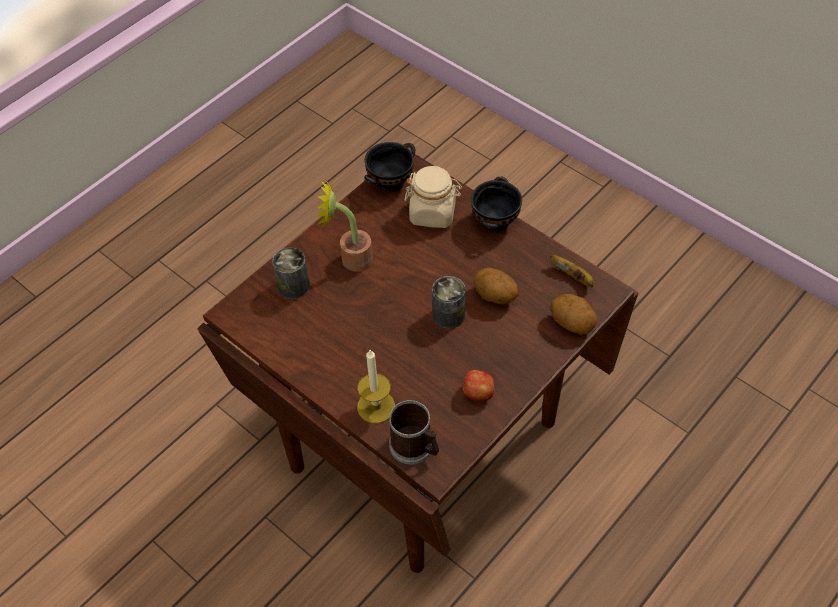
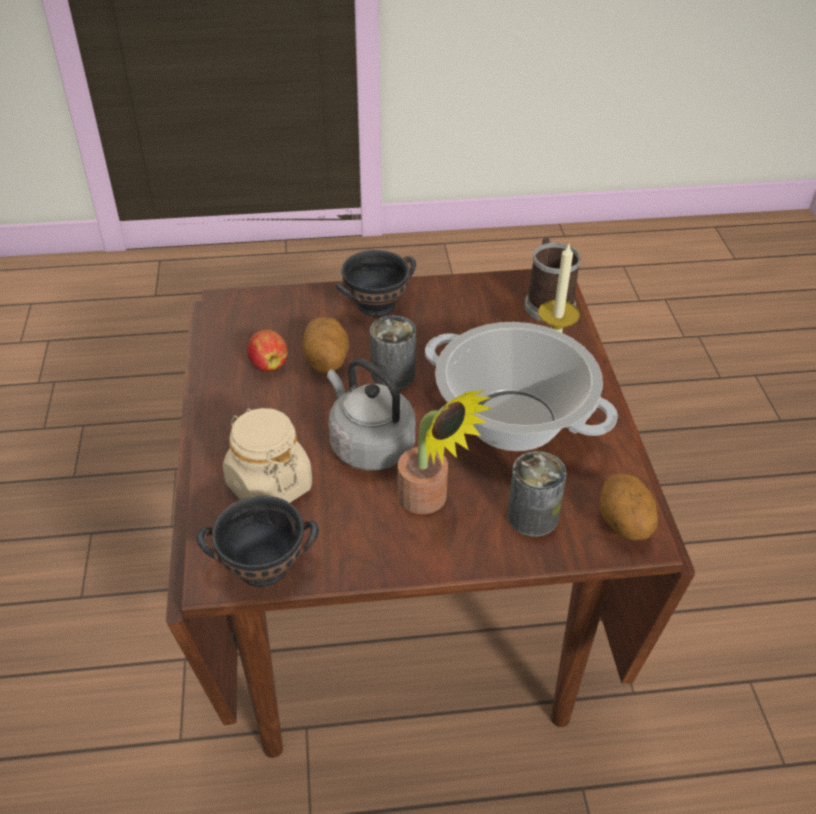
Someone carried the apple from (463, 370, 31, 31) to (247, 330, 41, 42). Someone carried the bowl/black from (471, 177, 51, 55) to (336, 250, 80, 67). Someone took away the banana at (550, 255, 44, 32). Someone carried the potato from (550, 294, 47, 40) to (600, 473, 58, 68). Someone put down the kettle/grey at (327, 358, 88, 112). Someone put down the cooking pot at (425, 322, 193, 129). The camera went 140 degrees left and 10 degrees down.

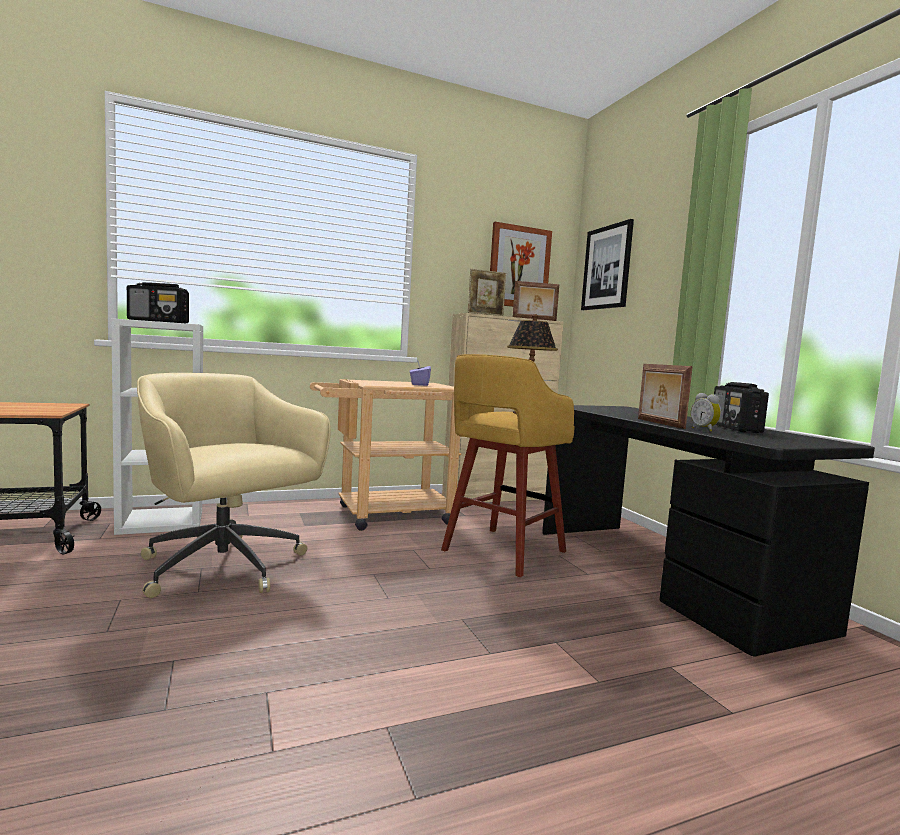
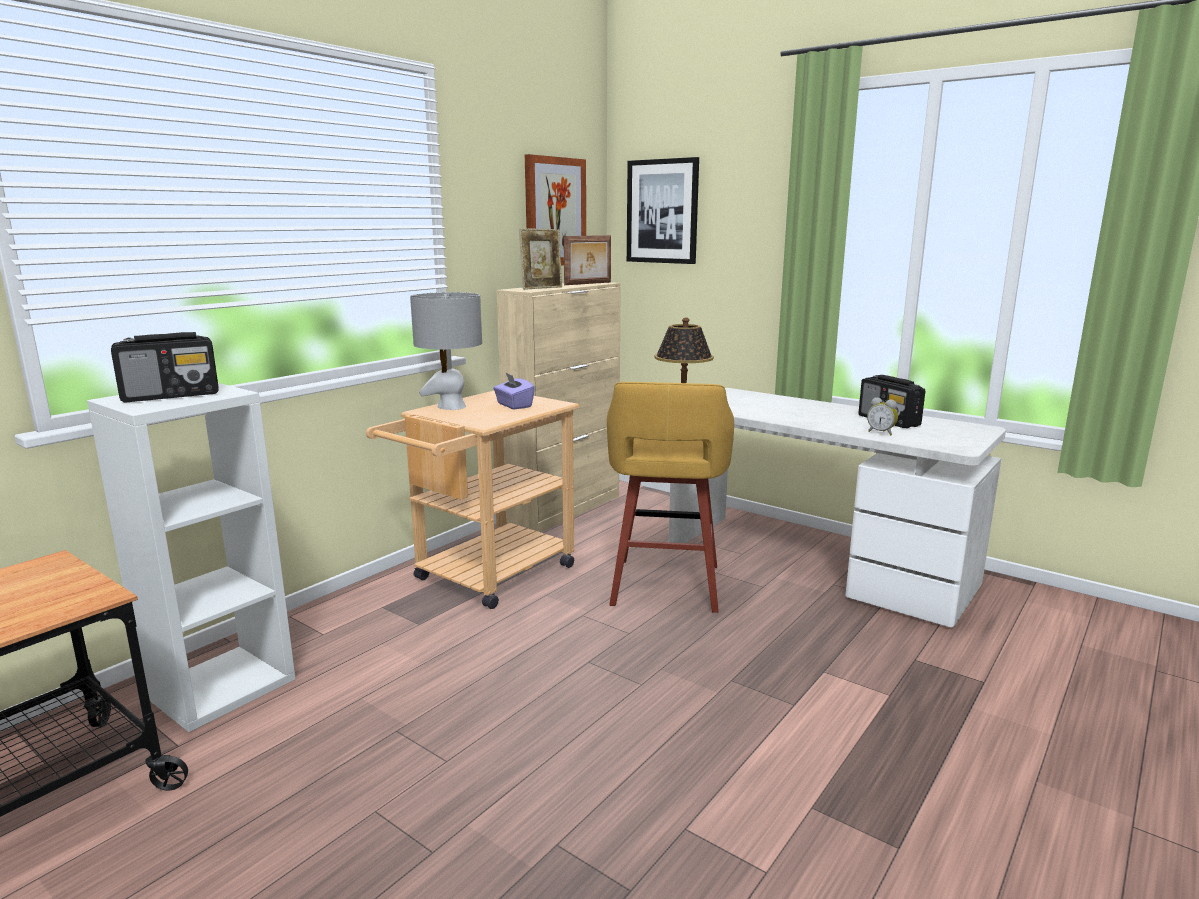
Someone took away the office chair/beige at (137, 373, 194, 225). Someone repainted the desk/black at (542, 405, 333, 251), which became the desk/white at (669, 388, 337, 239). Someone took away the picture frame at (638, 364, 55, 65). Someone put down the table lamp/grey at (410, 292, 72, 118). The camera went 30 degrees left and 10 degrees up.

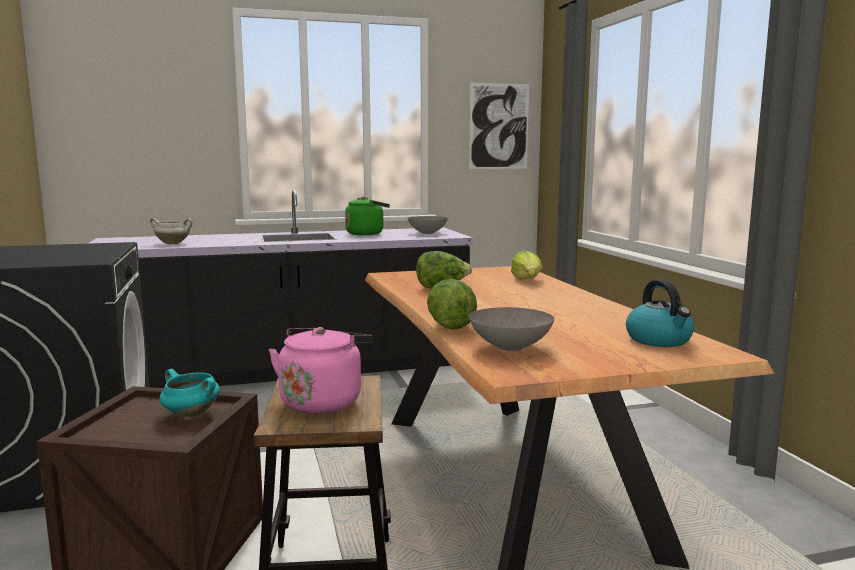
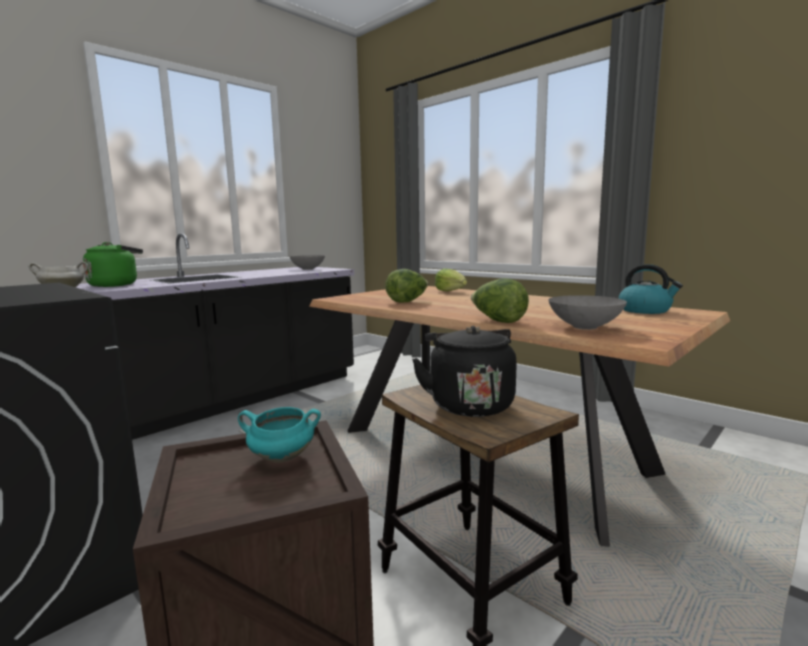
Someone repainted the kettle/pink at (269, 327, 103, 87), which became the kettle/black at (412, 326, 105, 91). Someone carried the kettle/green from (345, 197, 45, 38) to (83, 242, 60, 45). Someone took away the picture at (469, 83, 60, 86). The camera went 30 degrees left and 0 degrees up.

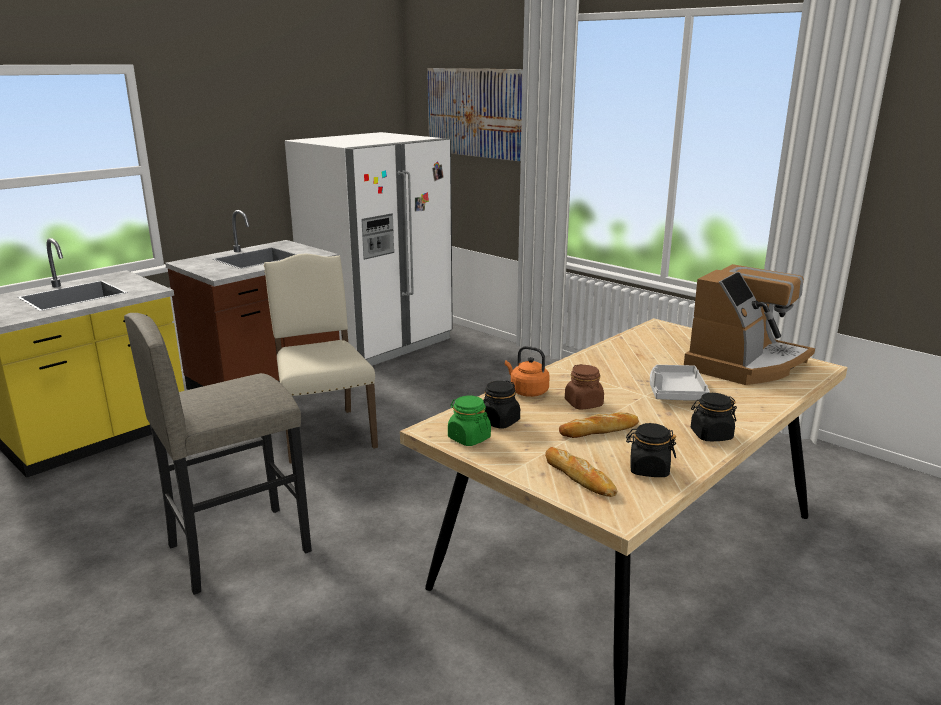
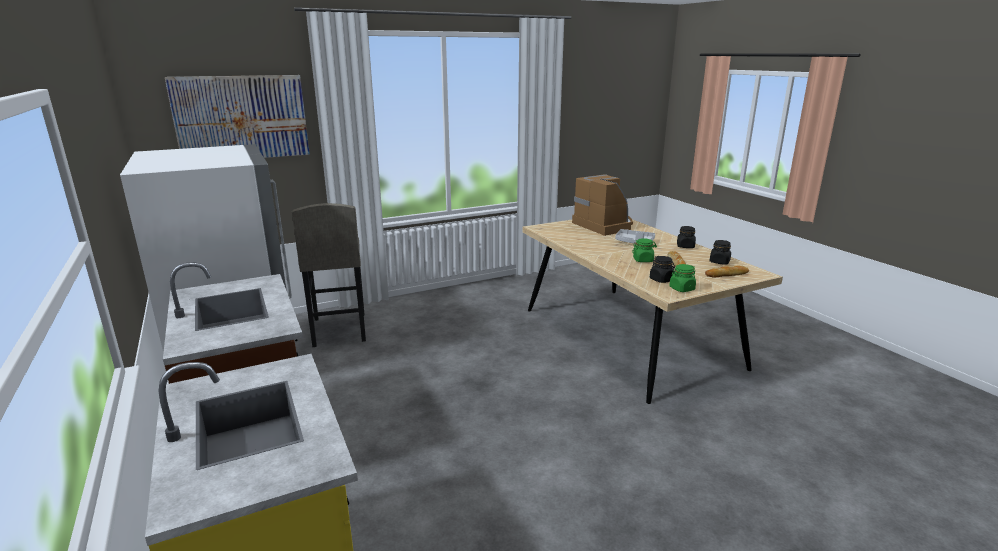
Someone carried the stool/grey from (124, 313, 188, 282) to (292, 203, 74, 144). Someone took away the chair/beige at (264, 253, 114, 211). Someone took away the kettle/orange at (505, 346, 45, 51). Someone repainted the jar/brown at (565, 364, 39, 46), which became the jar/green at (632, 238, 25, 24). The camera went 70 degrees left and 0 degrees up.

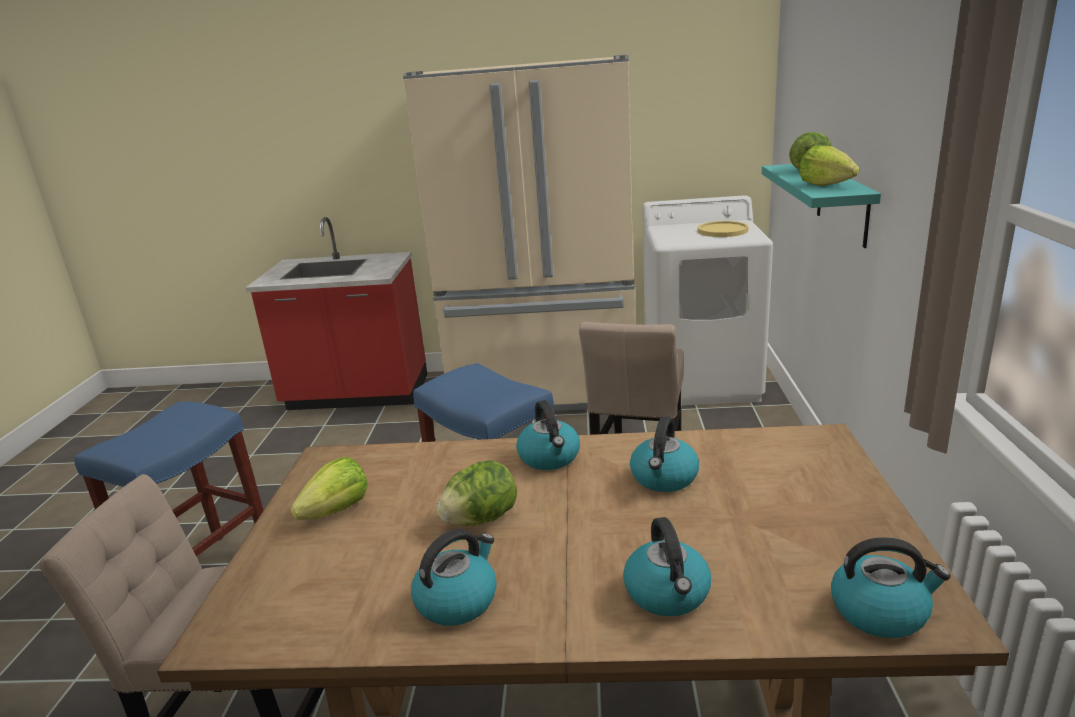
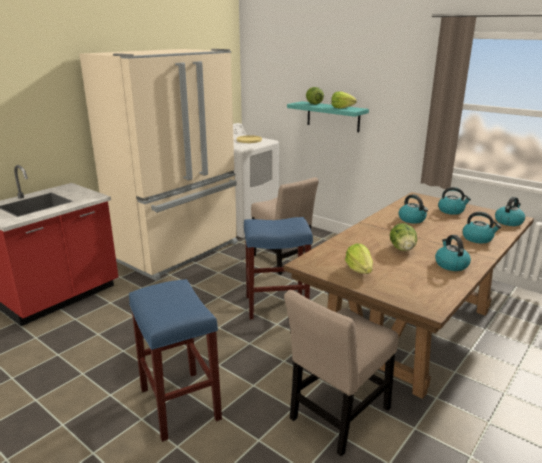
Someone carried the kettle from (516, 400, 64, 70) to (438, 187, 33, 28). The camera went 55 degrees left and 0 degrees up.

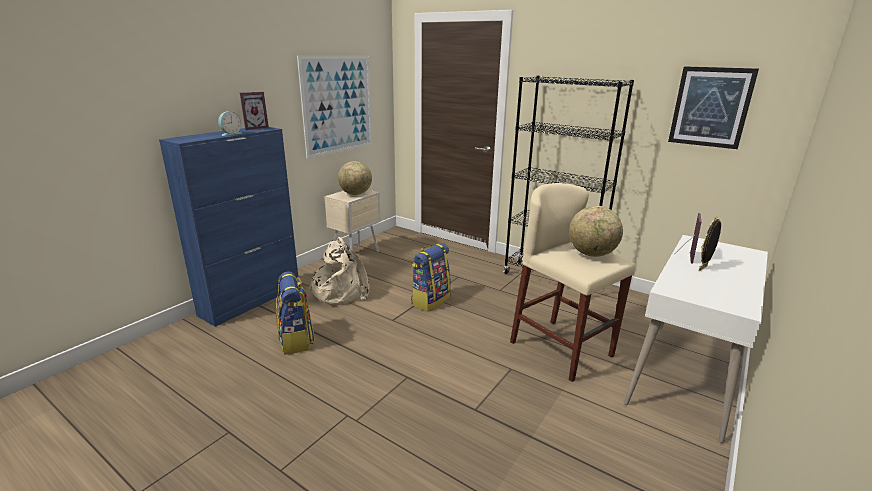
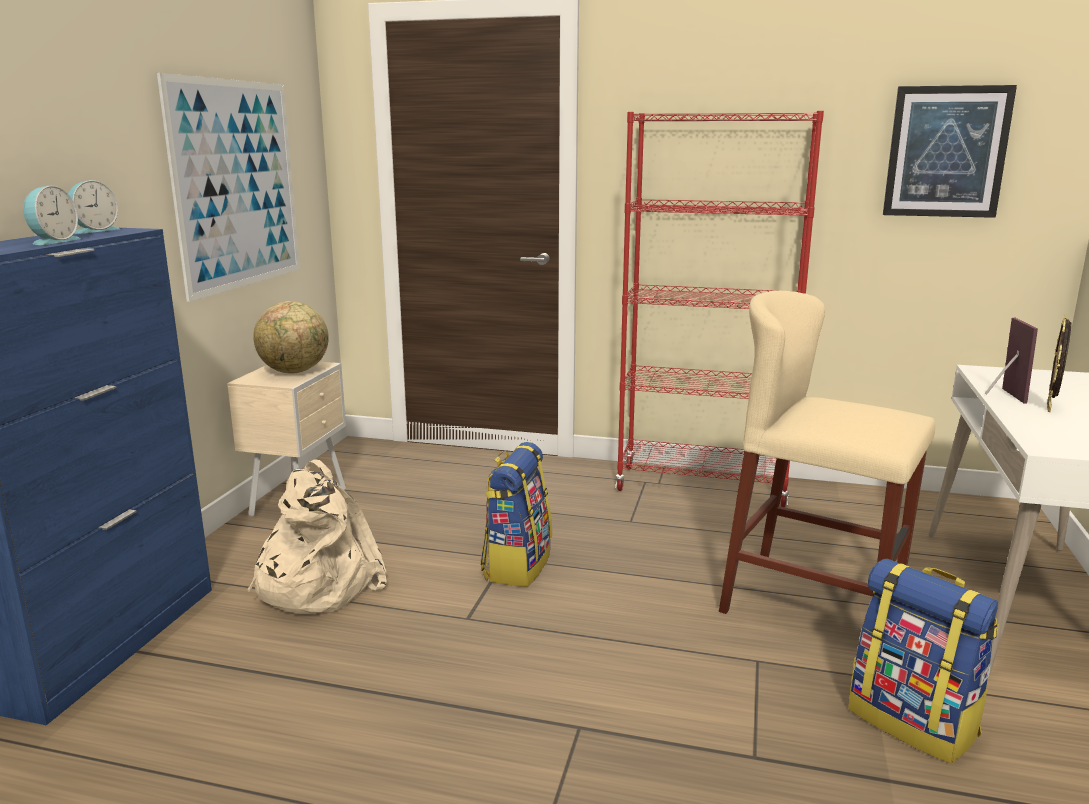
Someone swapped the picture frame at (240, 92, 29, 38) for the alarm clock at (68, 180, 52, 54). Someone carried the backpack from (276, 272, 39, 83) to (849, 559, 150, 204). Someone repainted the bookcase/black at (504, 76, 130, 198), which became the bookcase/red at (615, 111, 209, 396). Someone took away the globe at (569, 206, 54, 51). The camera went 20 degrees left and 5 degrees down.

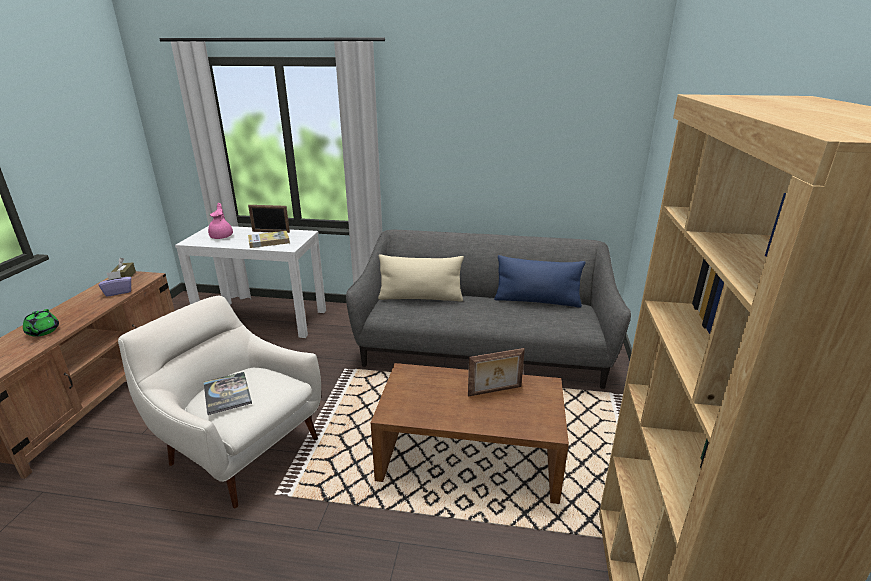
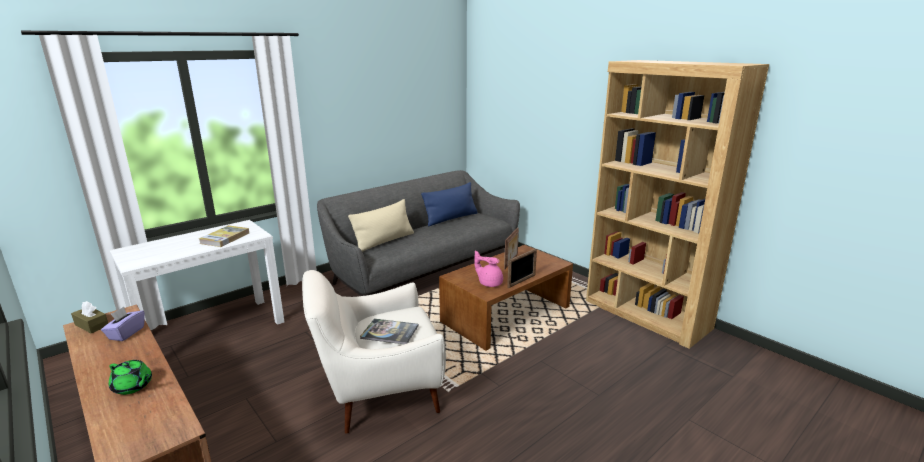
Someone carried the teapot/pink from (208, 203, 25, 36) to (474, 250, 29, 37). Someone carried the picture frame from (248, 205, 42, 28) to (507, 248, 30, 40). The camera went 50 degrees left and 5 degrees down.

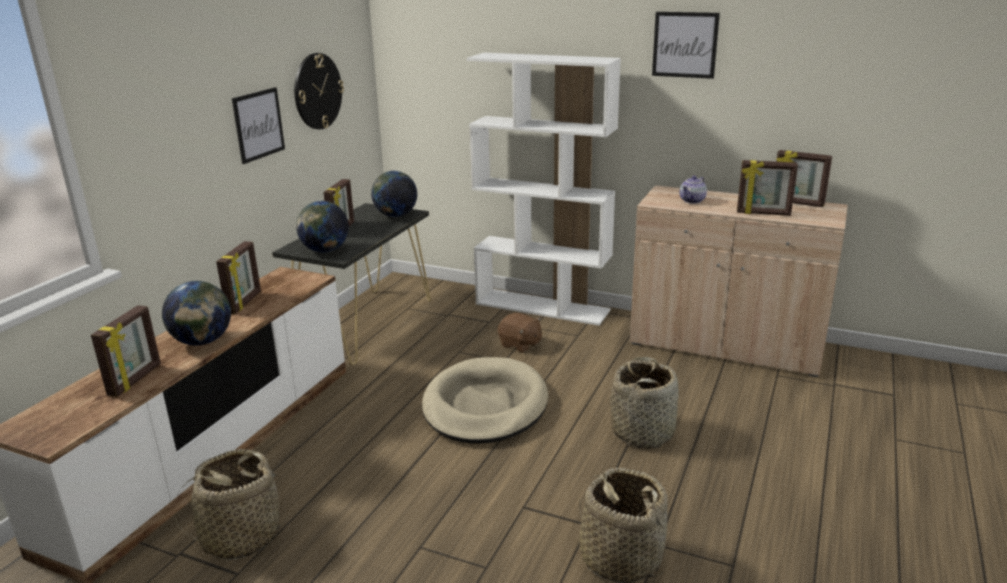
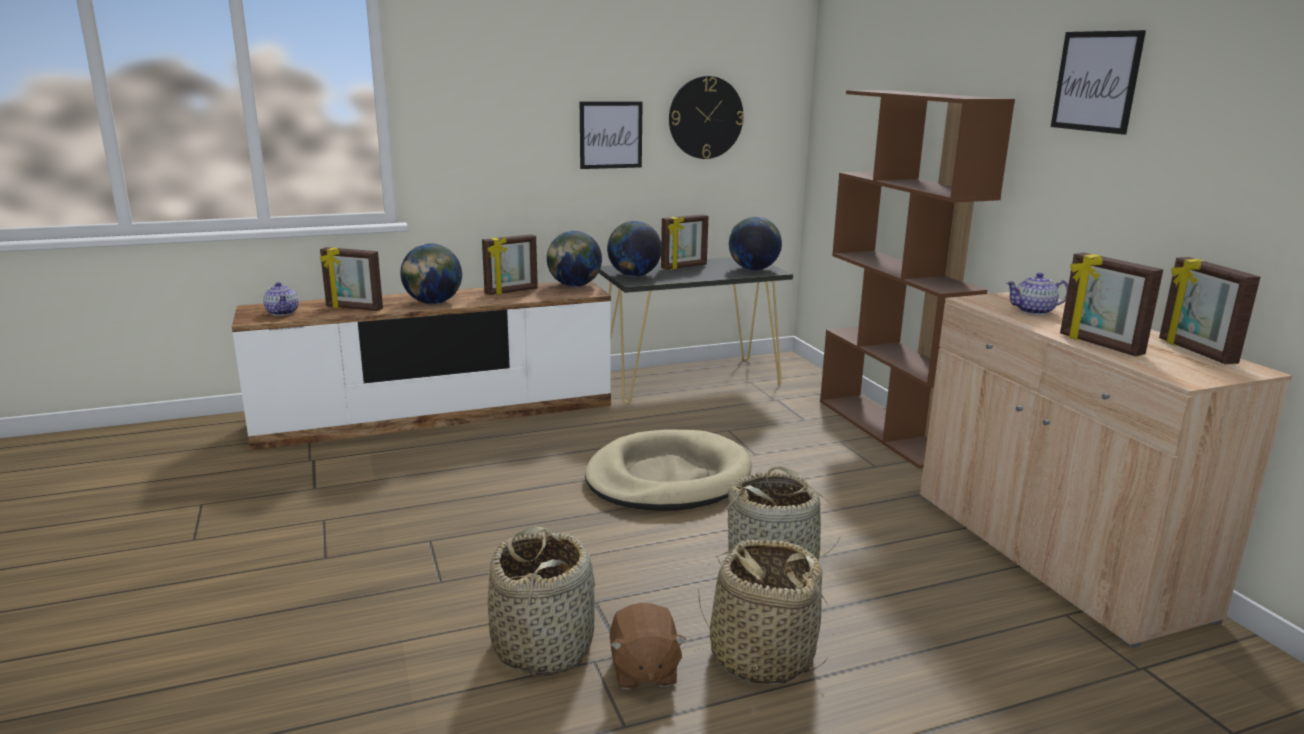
Someone rotated the picture frame at (91, 305, 70, 92) by 45 degrees clockwise. Someone carried the basket from (175, 449, 115, 111) to (698, 540, 130, 144). Someone repainted the bookcase/white at (467, 53, 154, 273), which became the bookcase/brown at (820, 90, 195, 379). Someone carried the plush toy/brown from (498, 313, 44, 40) to (610, 603, 76, 87). Someone put down the teapot at (263, 282, 35, 34). Someone put down the globe at (547, 231, 55, 56). The camera went 45 degrees right and 5 degrees down.

